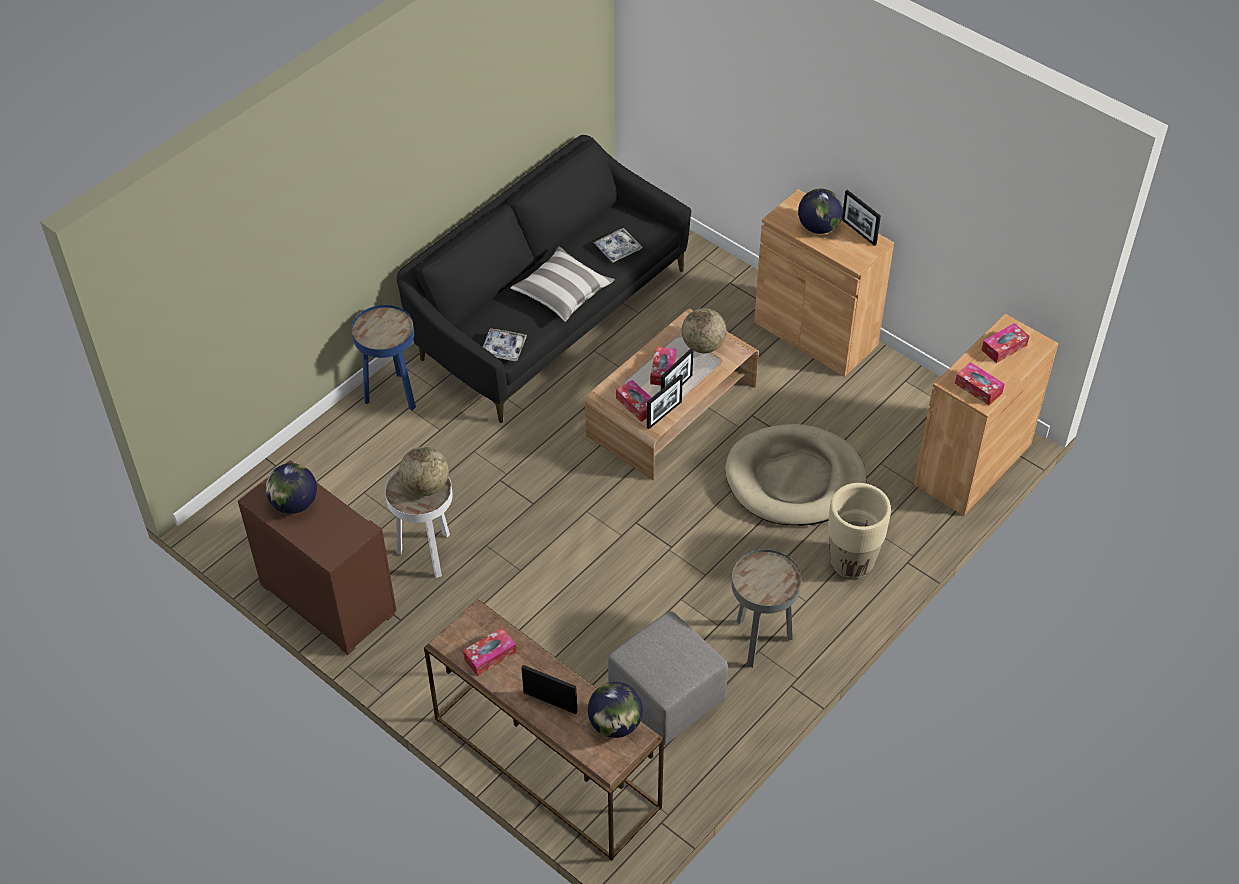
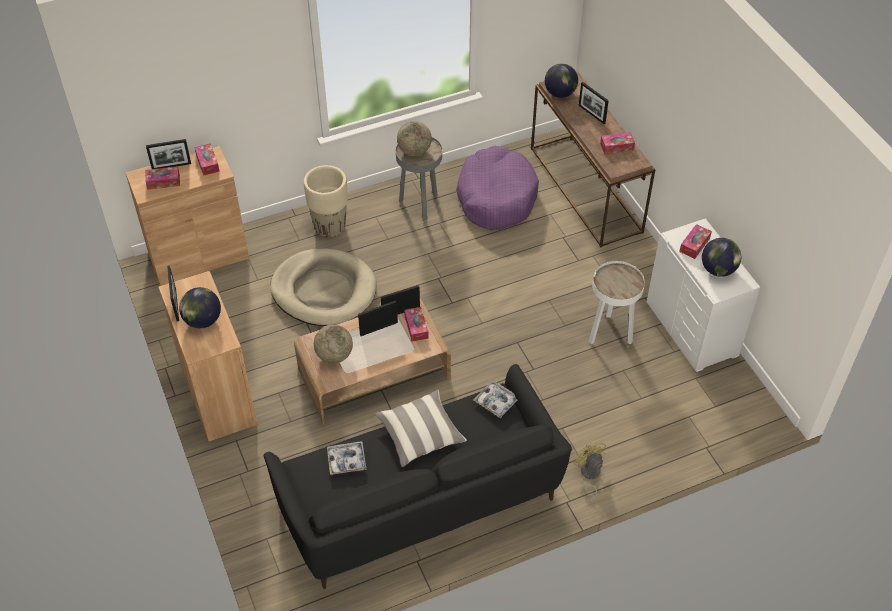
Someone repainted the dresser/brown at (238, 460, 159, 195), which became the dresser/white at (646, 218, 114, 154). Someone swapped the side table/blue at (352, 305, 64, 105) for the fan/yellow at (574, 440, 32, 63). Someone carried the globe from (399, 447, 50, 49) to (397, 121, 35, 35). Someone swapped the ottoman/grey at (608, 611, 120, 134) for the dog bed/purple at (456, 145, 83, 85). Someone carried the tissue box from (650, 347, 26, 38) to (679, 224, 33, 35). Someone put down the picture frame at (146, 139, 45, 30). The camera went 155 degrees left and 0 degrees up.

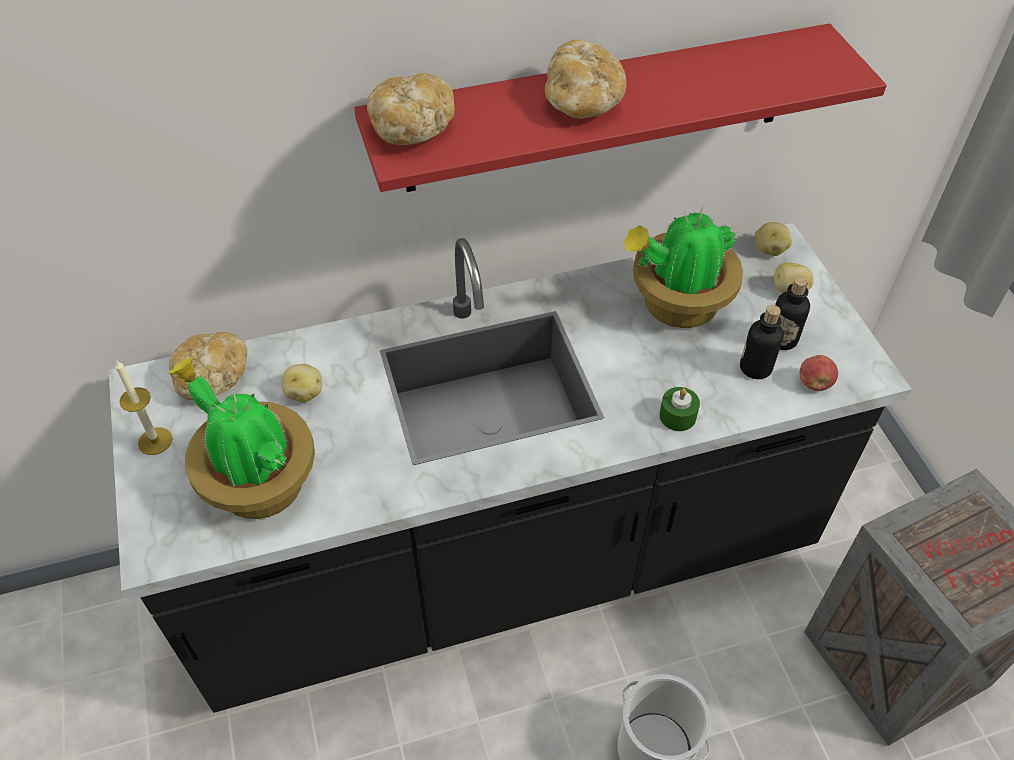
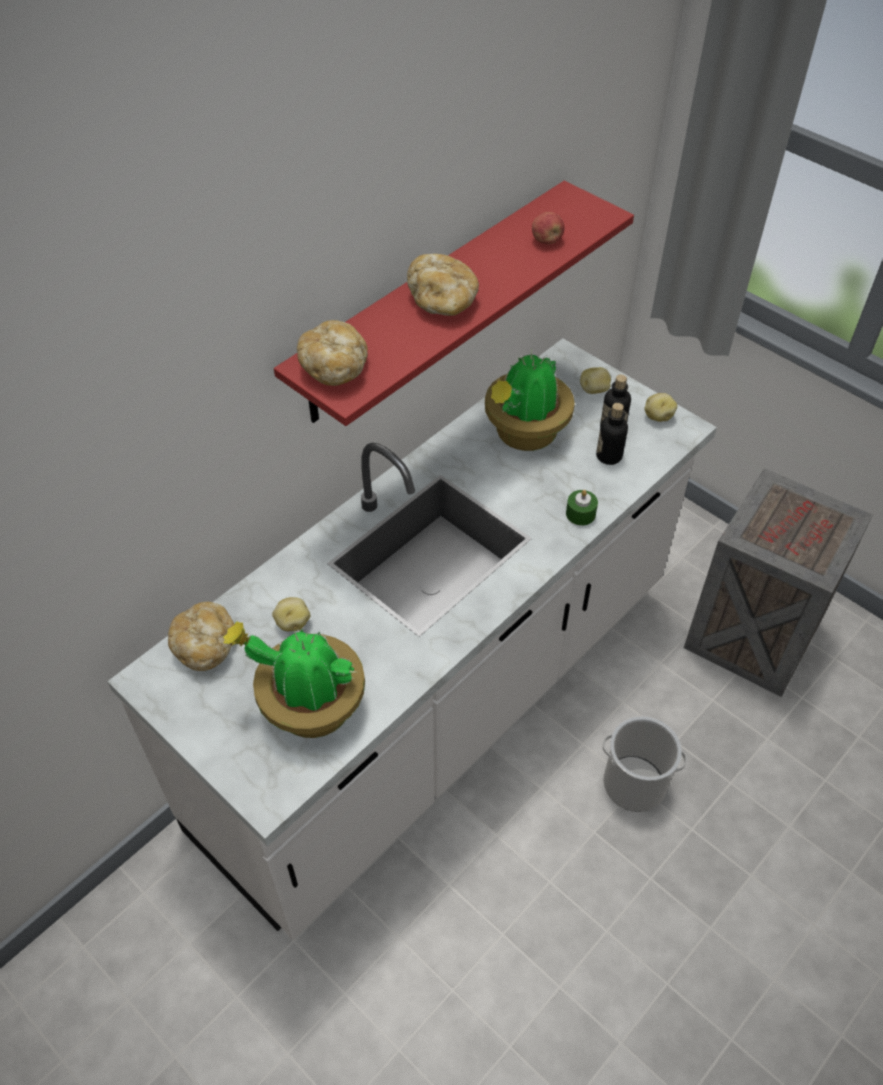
Someone repainted the counter/black at (109, 223, 803, 490), which became the counter/white at (107, 338, 610, 602). Someone took away the candle at (115, 360, 58, 95). Someone carried the potato from (754, 222, 38, 34) to (644, 393, 33, 29). Someone carried the apple from (800, 355, 38, 36) to (532, 212, 33, 32). The camera went 30 degrees left and 0 degrees up.

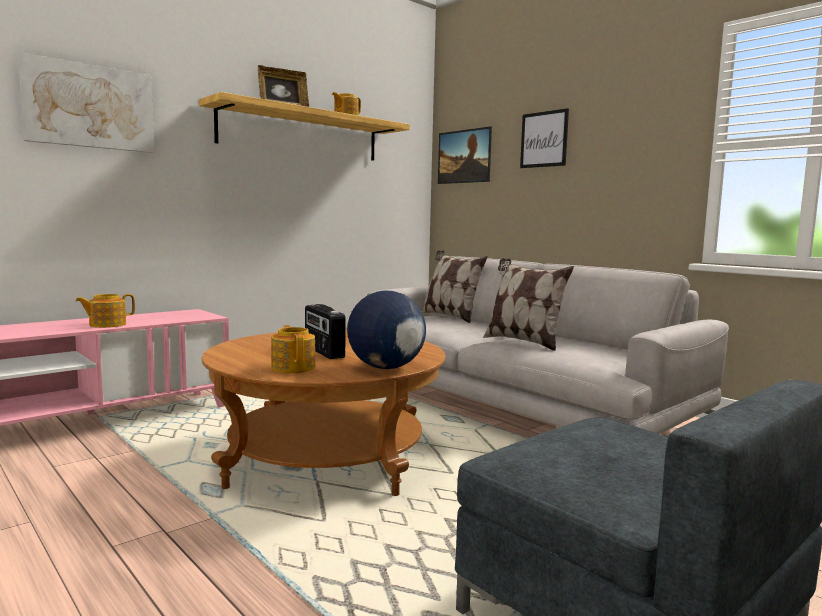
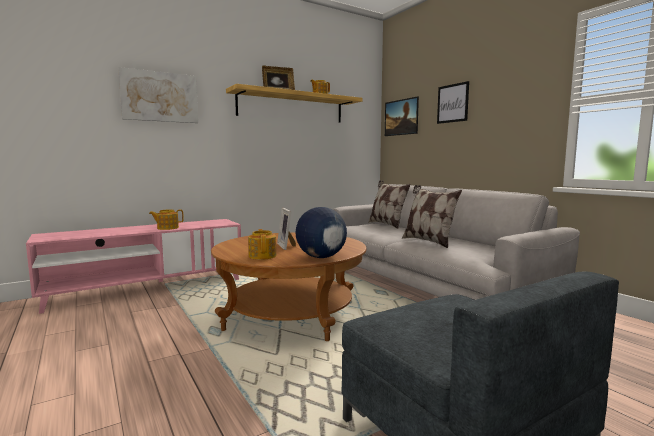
Someone swapped the radio at (305, 304, 41, 55) for the picture frame at (277, 208, 19, 42). The camera went 10 degrees right and 0 degrees up.

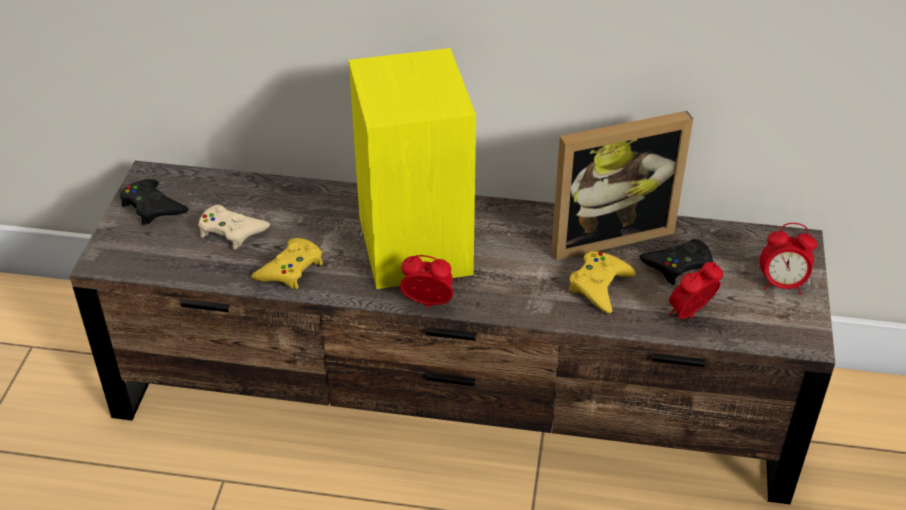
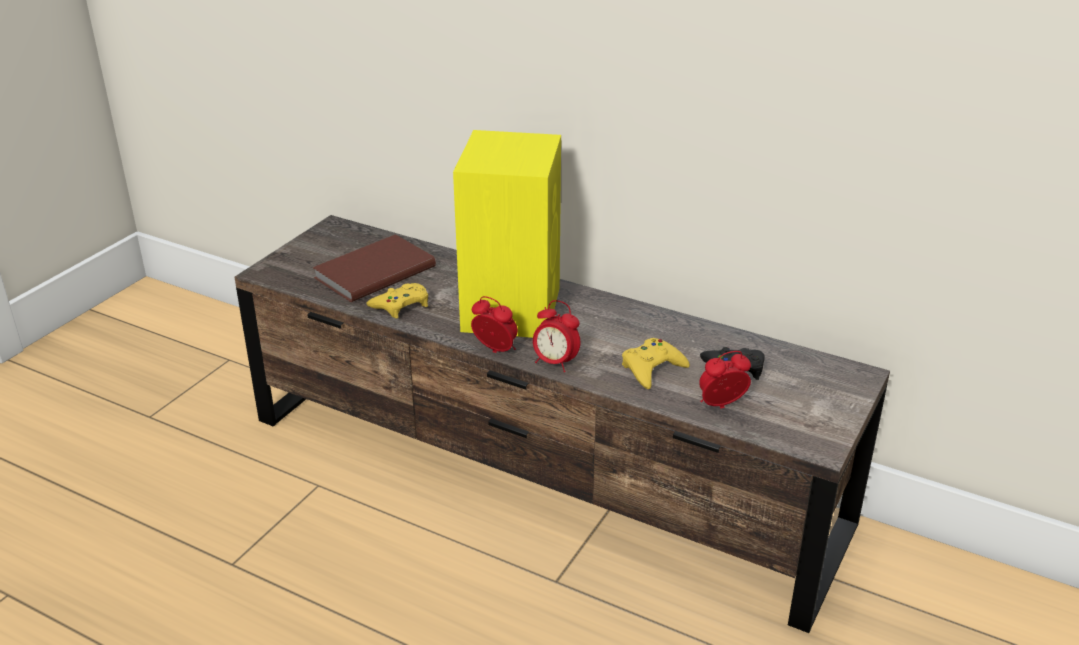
Someone took away the game controller/black at (120, 179, 69, 46). Someone swapped the game controller/beige at (198, 205, 72, 45) for the book/brown at (313, 234, 123, 68). Someone took away the picture frame at (551, 111, 142, 150). Someone carried the alarm clock from (760, 223, 57, 72) to (533, 300, 47, 72). The camera went 20 degrees right and 10 degrees down.

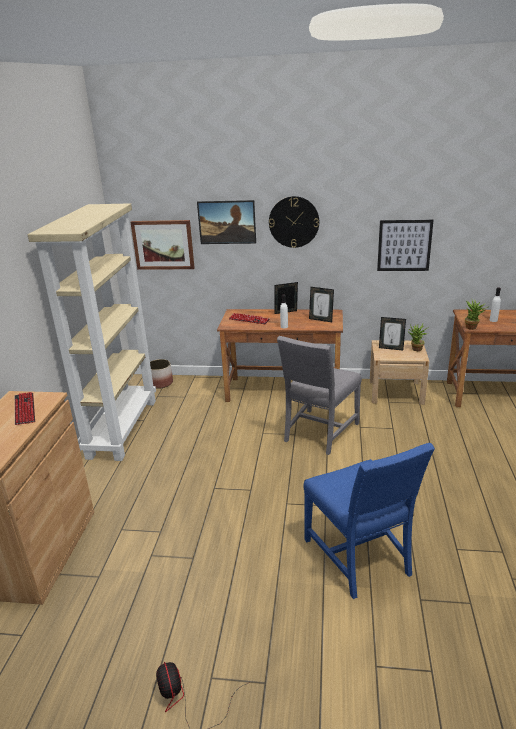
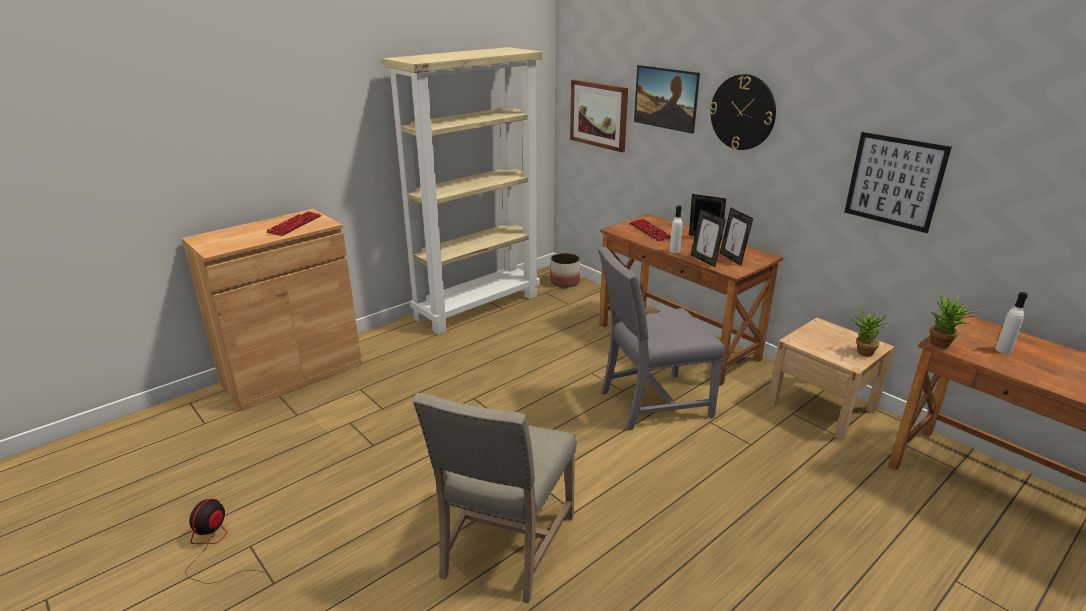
Someone repainted the chair/blue at (304, 443, 131, 156), which became the chair/beige at (413, 393, 164, 211). Someone carried the picture frame from (379, 317, 27, 34) to (691, 209, 35, 58). The camera went 40 degrees right and 0 degrees up.

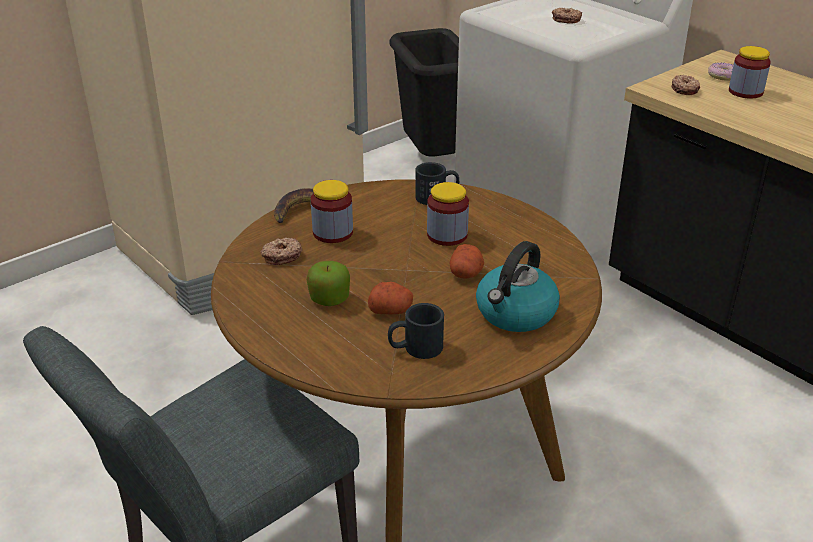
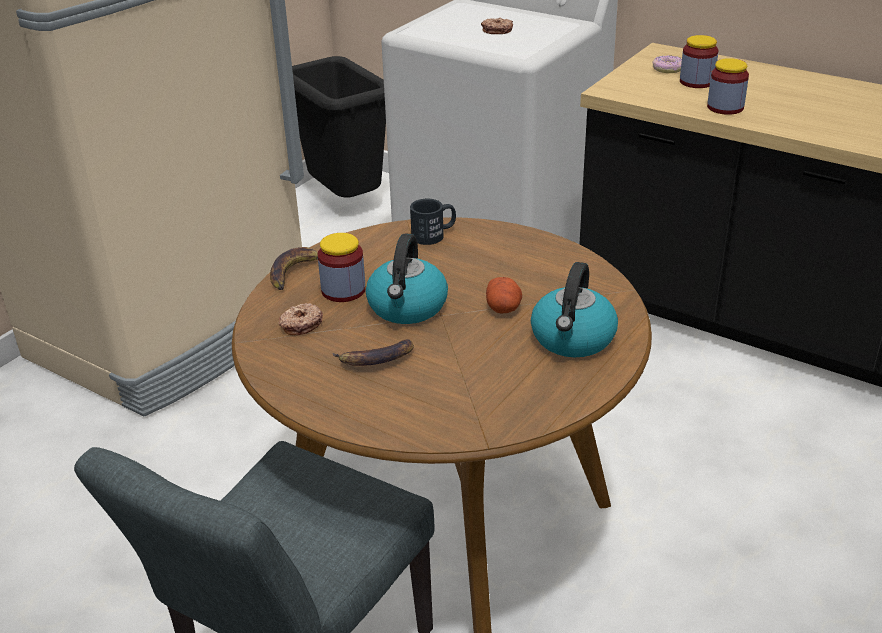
Someone swapped the apple at (307, 261, 43, 45) for the banana at (332, 339, 82, 27). Someone took away the potato at (368, 282, 45, 32). Someone took away the mug/black at (388, 303, 56, 56). Someone carried the jar from (427, 182, 42, 64) to (707, 58, 42, 57). Someone took away the donut at (671, 75, 29, 20). Someone put down the kettle at (366, 233, 82, 91). The camera went 15 degrees left and 0 degrees up.

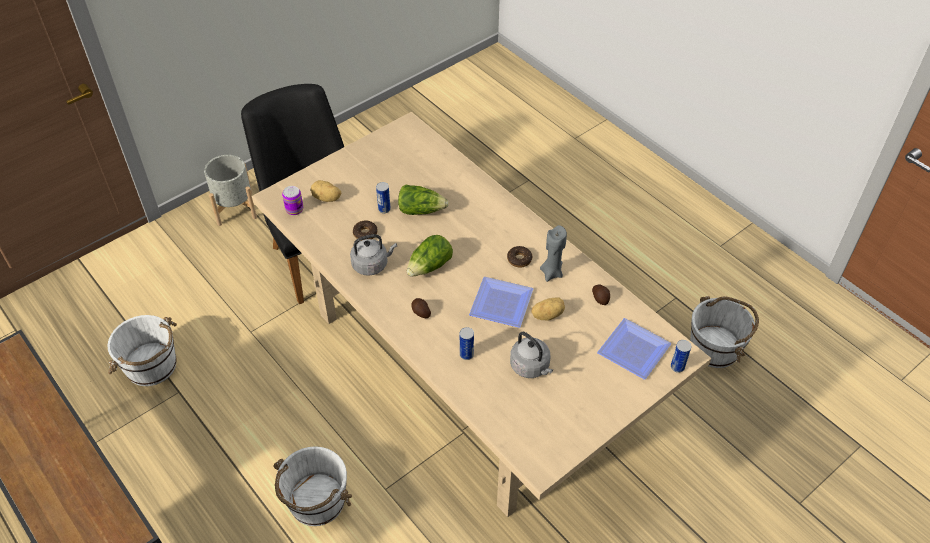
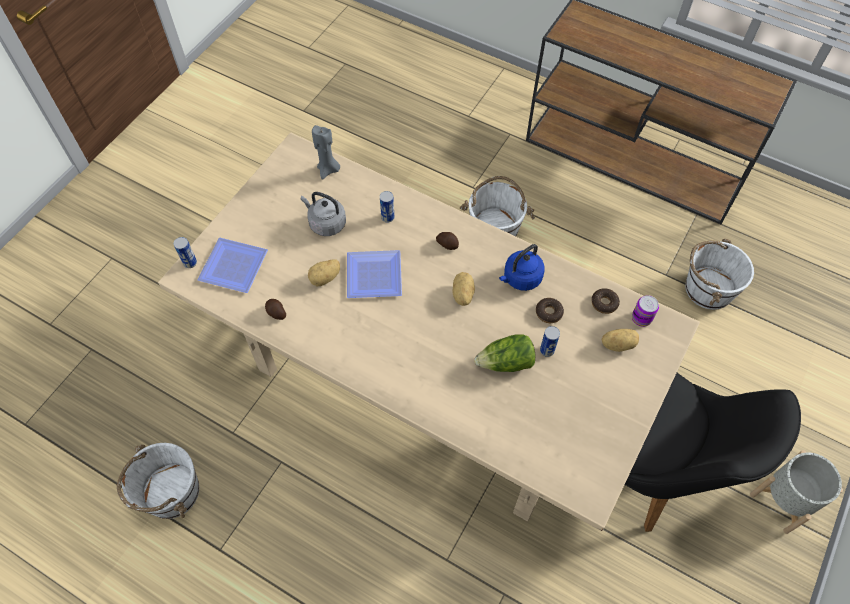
Someone repainted the kettle/grey at (350, 234, 47, 42), which became the kettle/blue at (499, 244, 46, 47). Someone swapped the lettuce at (407, 235, 46, 41) for the potato at (453, 272, 22, 34). Someone carried the donut from (507, 246, 25, 22) to (592, 288, 28, 26). Someone carried the candle/grey from (540, 225, 27, 57) to (312, 125, 28, 55). The camera went 160 degrees right and 10 degrees up.

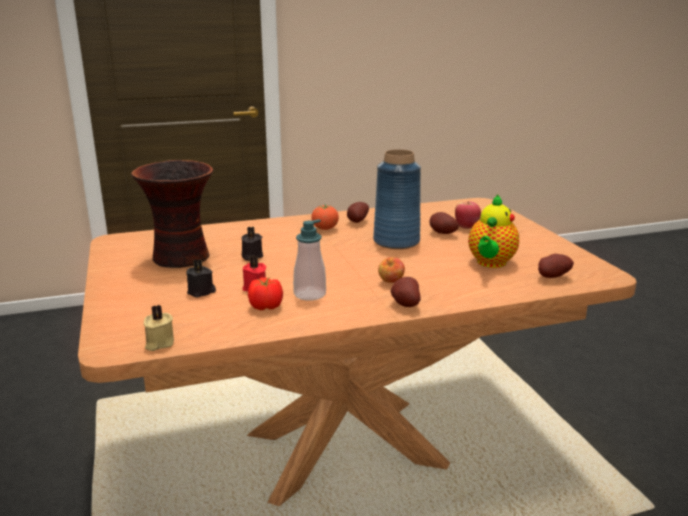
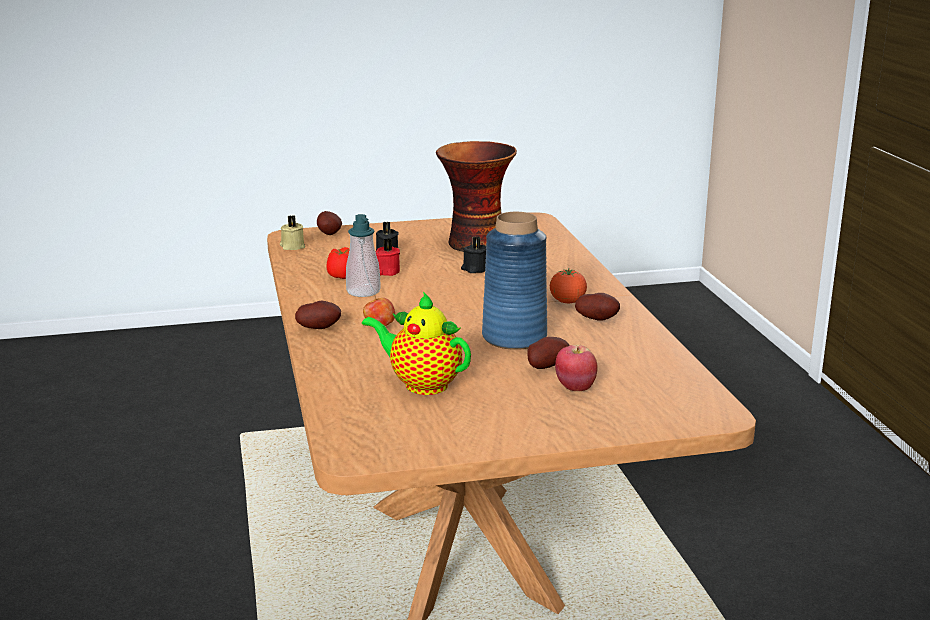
Someone carried the potato from (538, 254, 36, 24) to (317, 211, 25, 24). The camera went 95 degrees right and 0 degrees up.

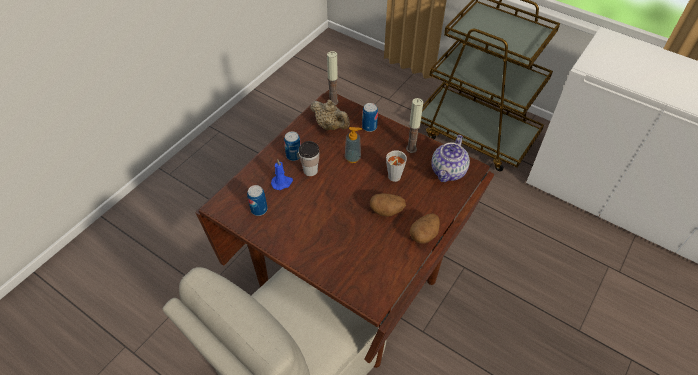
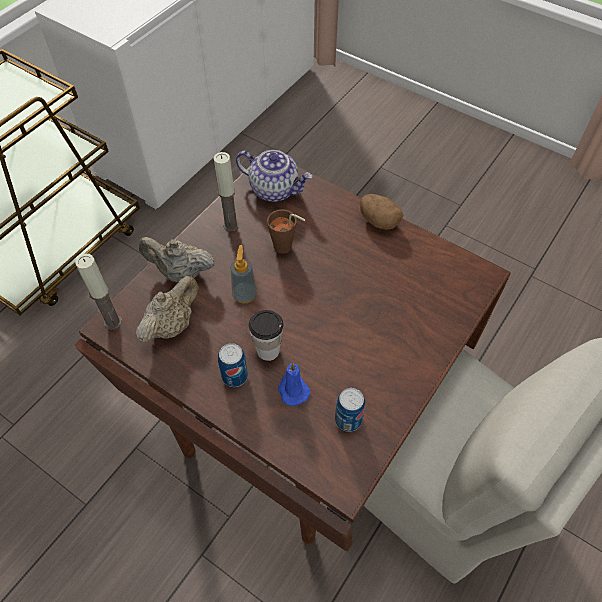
Someone swapped the can at (362, 103, 16, 29) for the teapot/beige at (139, 237, 76, 45). Someone took away the potato at (370, 193, 36, 24). Someone repainted the cup/grey at (386, 150, 21, 32), which became the cup/brown at (267, 209, 38, 45). The camera went 90 degrees left and 5 degrees up.

